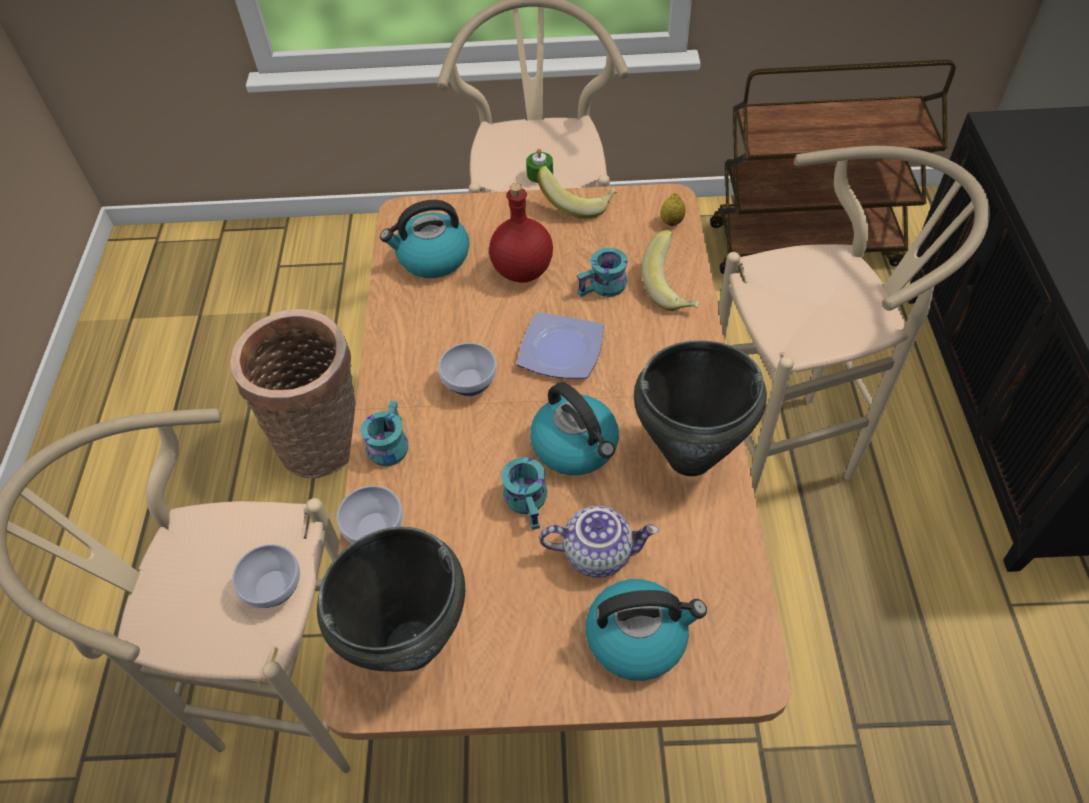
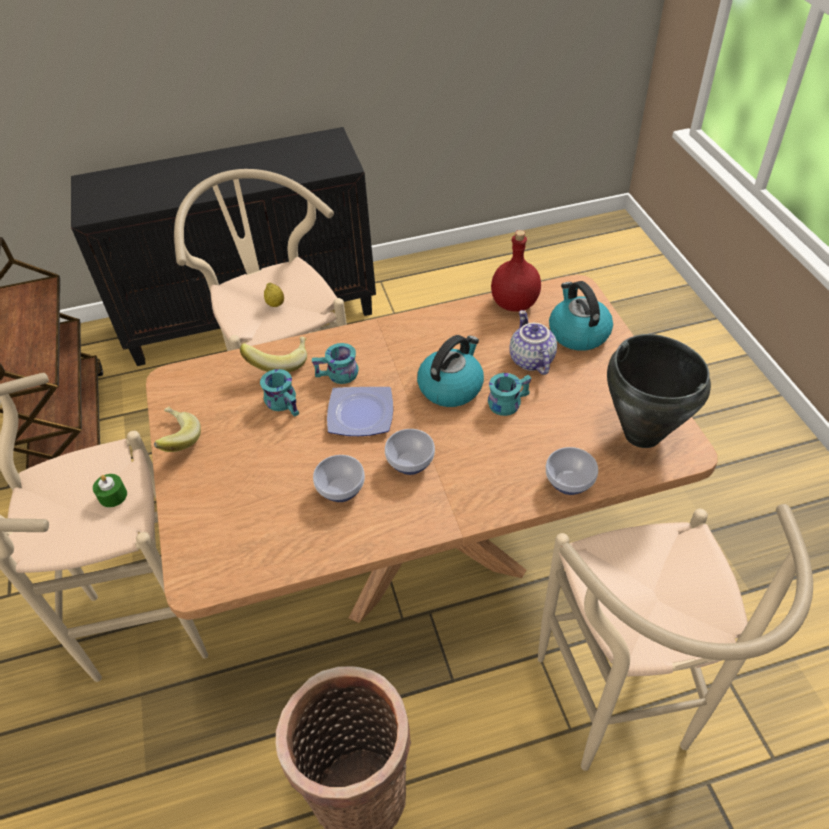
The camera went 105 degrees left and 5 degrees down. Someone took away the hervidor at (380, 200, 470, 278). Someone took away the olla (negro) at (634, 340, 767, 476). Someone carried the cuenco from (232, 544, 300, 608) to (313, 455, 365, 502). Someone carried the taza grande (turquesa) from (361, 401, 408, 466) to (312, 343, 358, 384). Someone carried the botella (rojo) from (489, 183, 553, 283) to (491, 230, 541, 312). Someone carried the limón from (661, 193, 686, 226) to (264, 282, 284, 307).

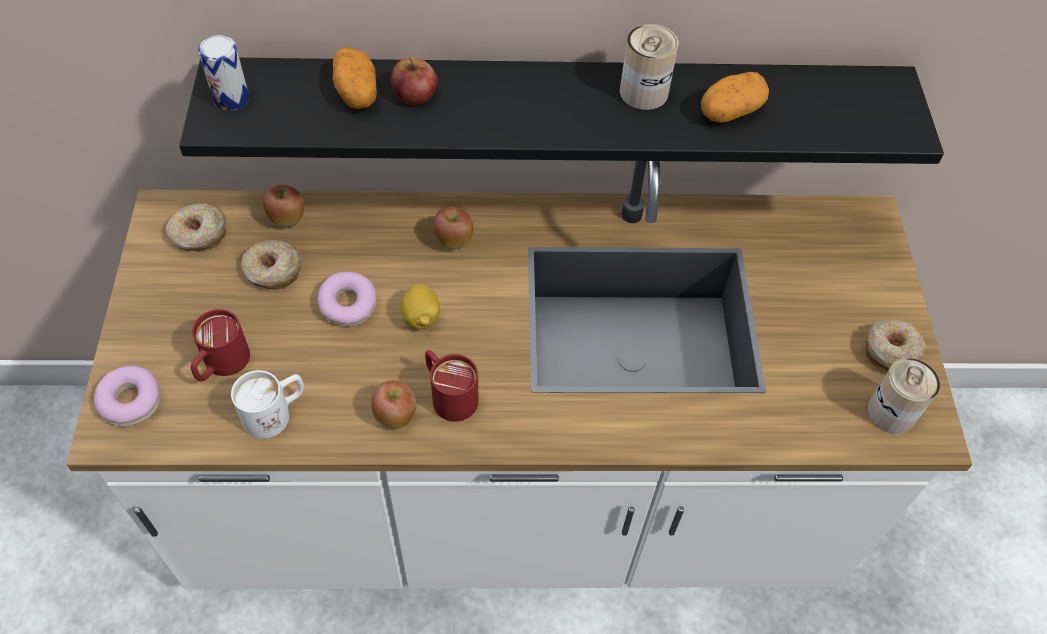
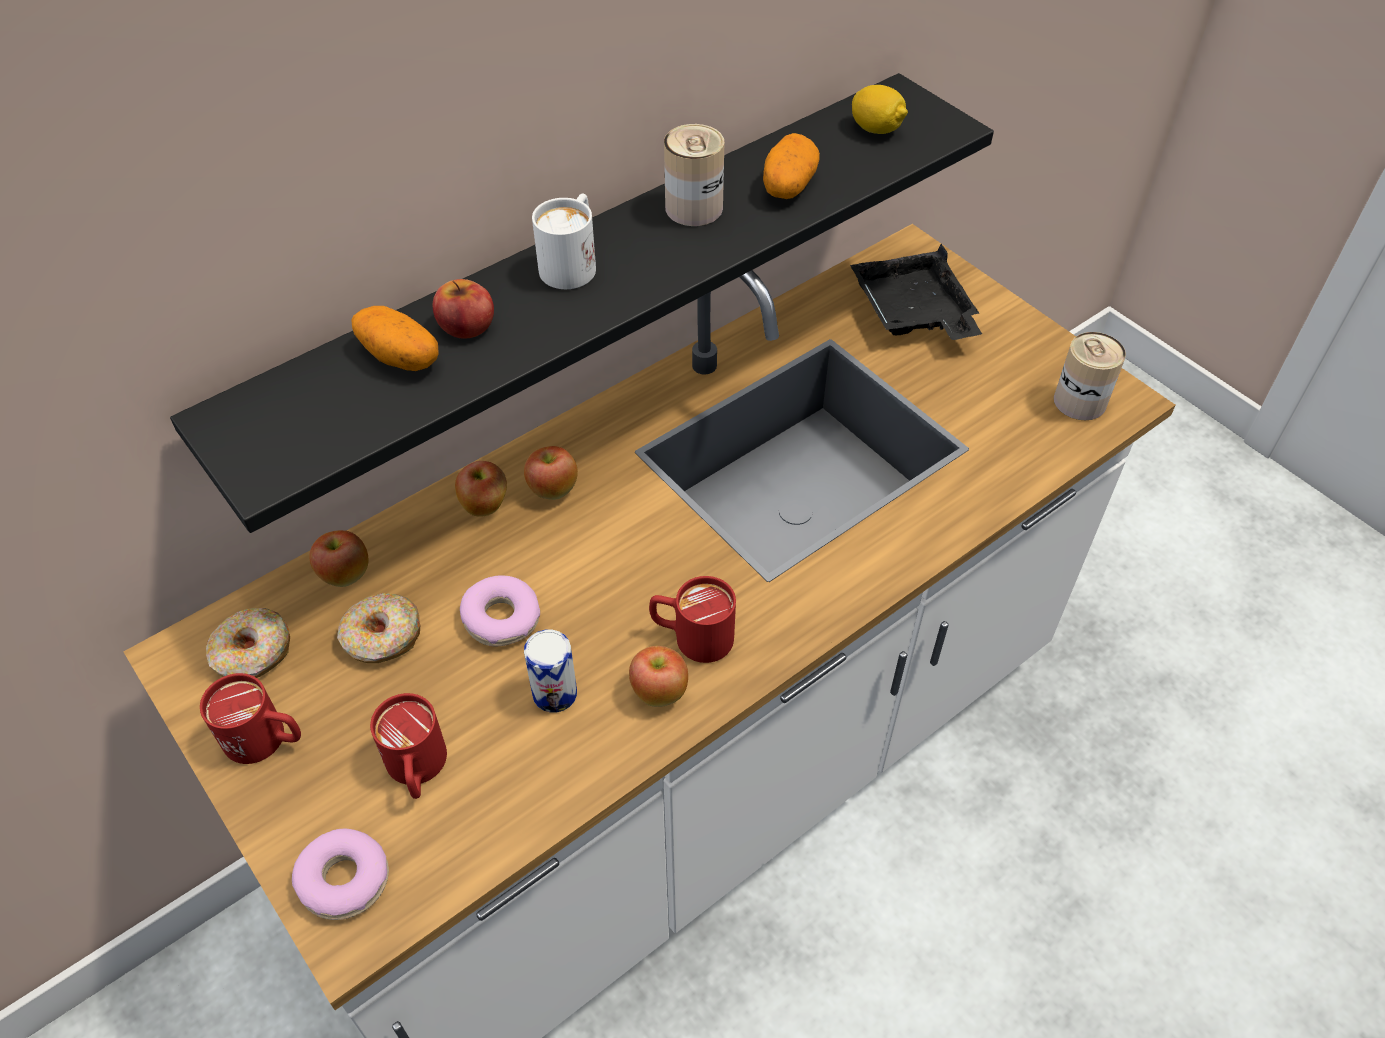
The camera went 35 degrees left and 5 degrees down. Someone took away the rosquilla at (865, 320, 926, 373). Someone put down the taza grande (rojo) at (200, 673, 301, 764). Someone put down the manzana at (455, 461, 507, 517). Someone put down the bandeja (negro) at (850, 243, 982, 340). Someone carried the lata from (198, 35, 249, 111) to (524, 630, 577, 713). Someone carried the taza grande (blanco) from (231, 370, 304, 439) to (532, 194, 596, 289). Someone carried the limón from (400, 284, 440, 329) to (852, 85, 908, 134).

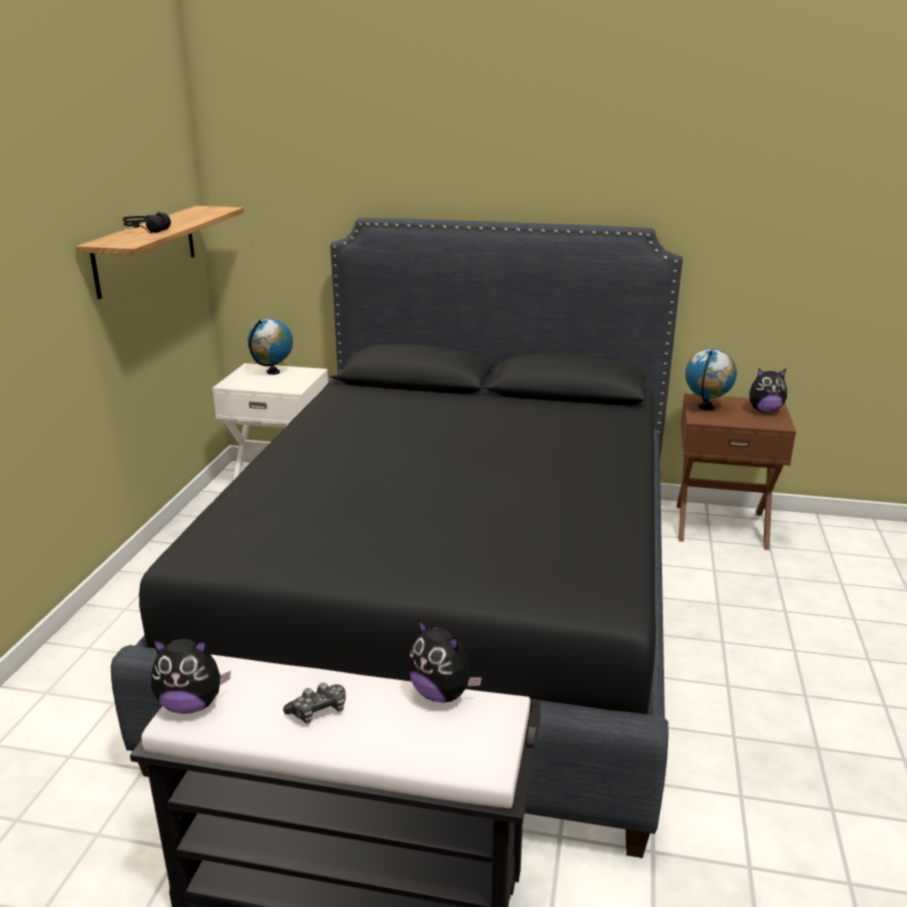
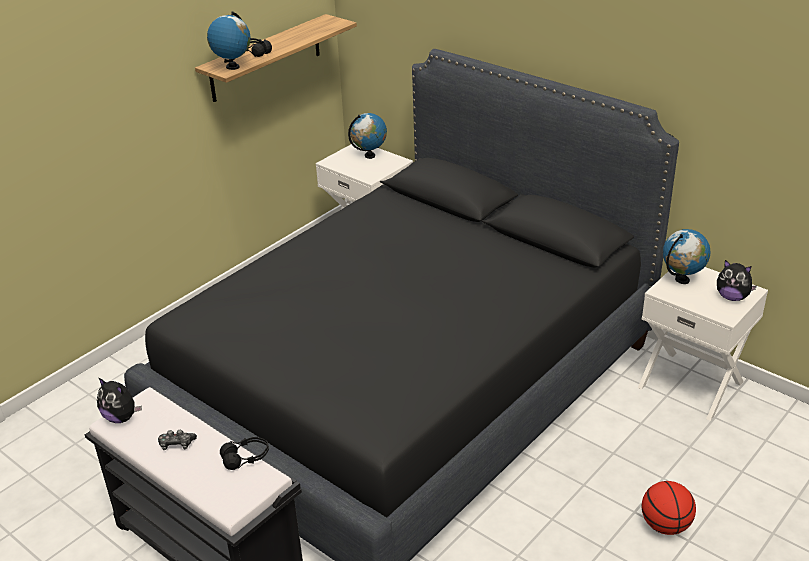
The camera went 30 degrees right and 10 degrees up. Someone put down the globo terráqueo at (207, 12, 251, 70). Someone put down the balón de baloncesto at (642, 481, 696, 535). Someone swapped the peluche at (408, 618, 482, 703) for the auriculares (negro) at (220, 437, 269, 470). Someone repainted the mesita de noche (marrón) at (677, 394, 796, 550), which became the mesita de noche (blanco) at (638, 267, 768, 421).

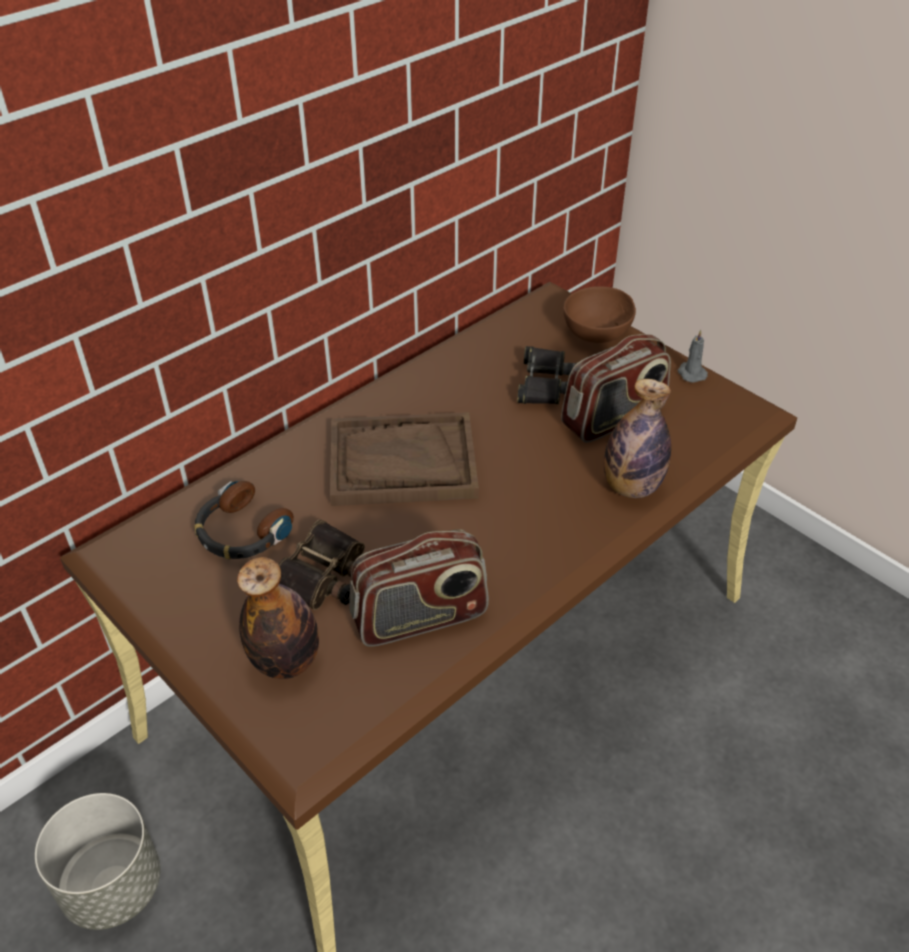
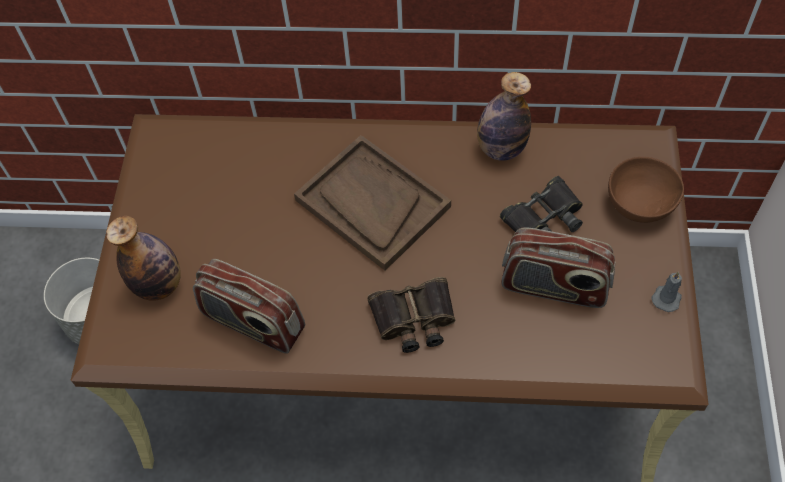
The camera went 50 degrees right and 15 degrees up. Someone took away the auriculares at (194, 481, 294, 560). Someone carried the prismáticos from (278, 520, 365, 610) to (367, 277, 455, 353). Someone carried the botella from (604, 379, 671, 498) to (477, 72, 531, 161).

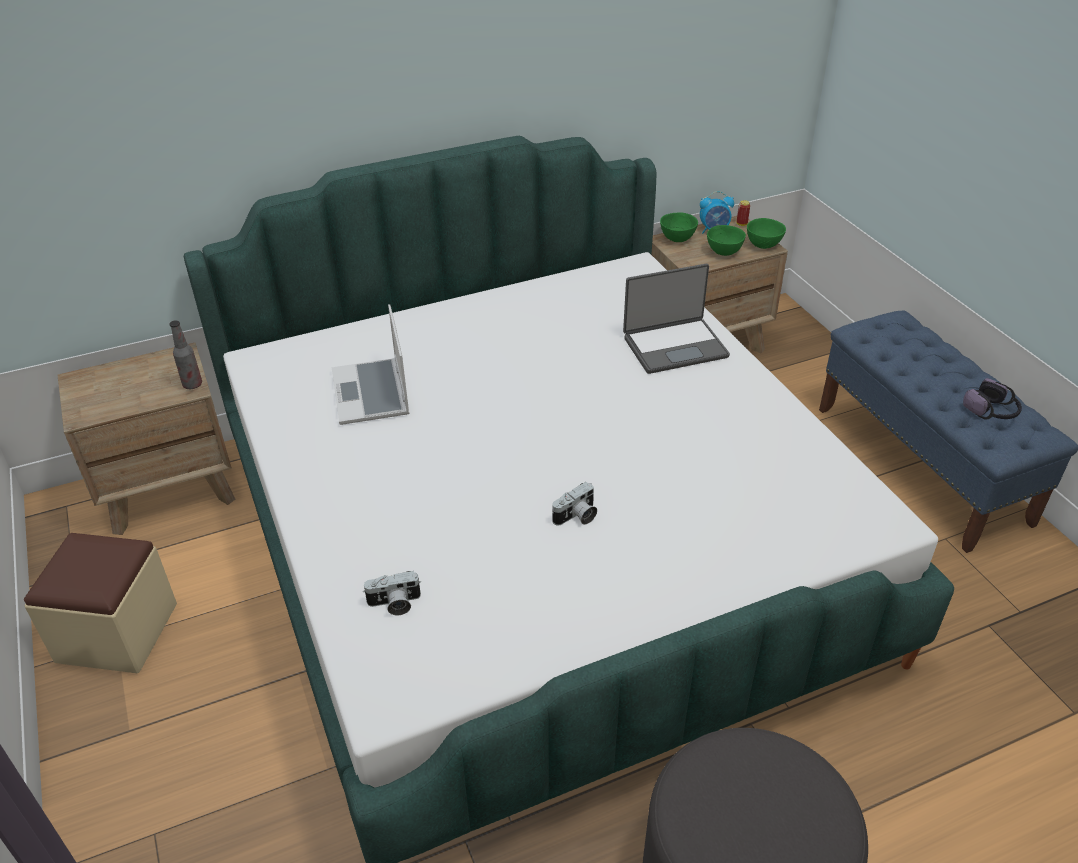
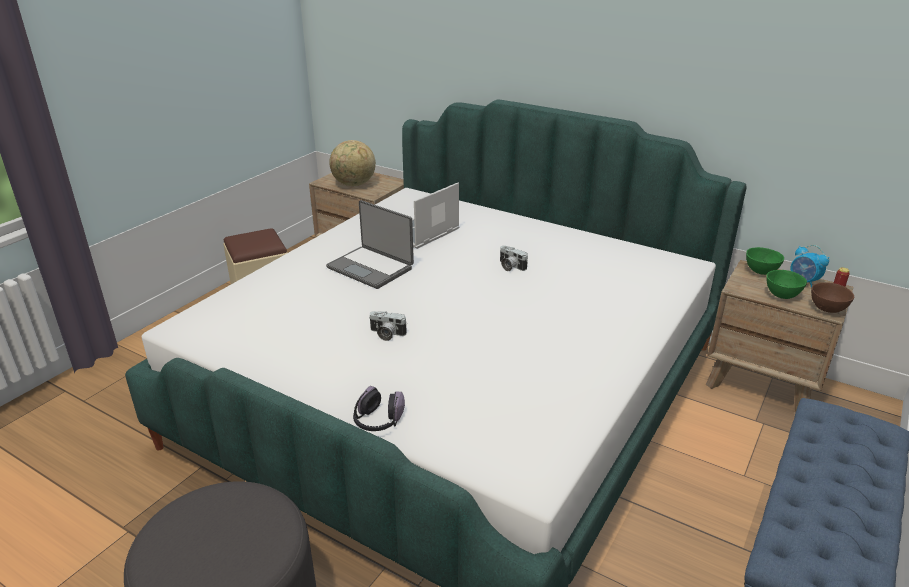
The camera went 55 degrees right and 10 degrees down. Someone took away the botella at (170, 320, 202, 389). Someone put down the globo terráqueo at (329, 140, 376, 186). Someone carried the cámara from (364, 571, 421, 616) to (500, 245, 528, 271). Someone carried the portátil from (623, 264, 730, 374) to (326, 200, 414, 289). Someone carried the auriculares from (963, 378, 1022, 419) to (353, 386, 405, 431). Someone repainted the cuenco (verde) at (747, 218, 786, 249), which became the cuenco (marrón) at (811, 282, 854, 313).

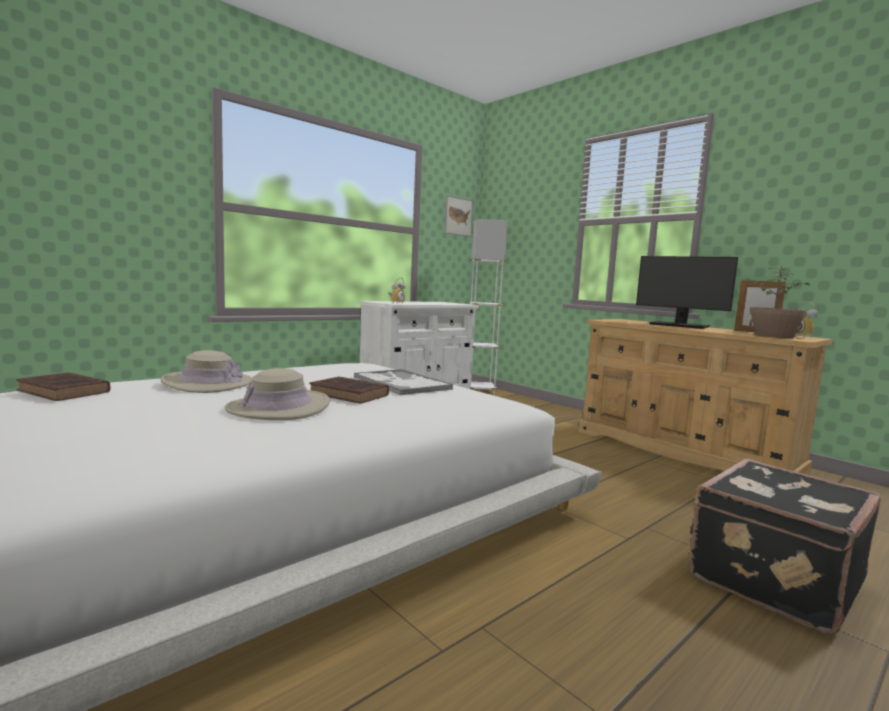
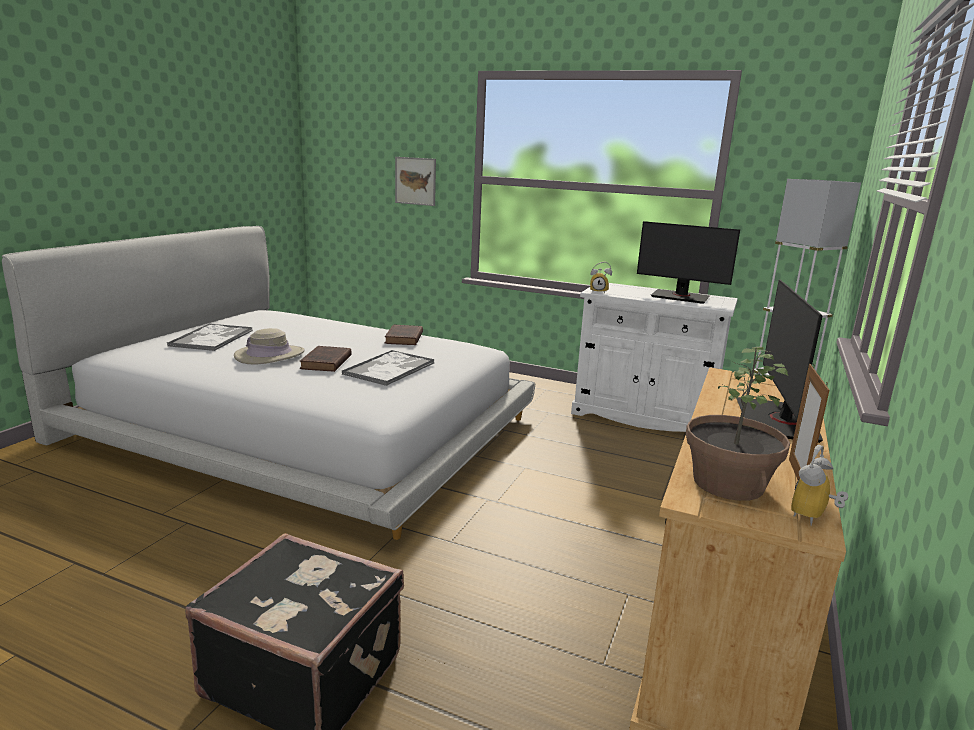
The camera went 65 degrees right and 10 degrees up. Someone took away the sombrero (beis) at (161, 350, 252, 393). Someone put down the bandeja at (167, 323, 253, 351). Someone put down the monitor at (637, 221, 740, 304). Someone carried the libro (marrón) from (16, 372, 110, 401) to (385, 325, 423, 345). Someone carried the cuadro from (444, 195, 473, 237) to (395, 157, 436, 206).

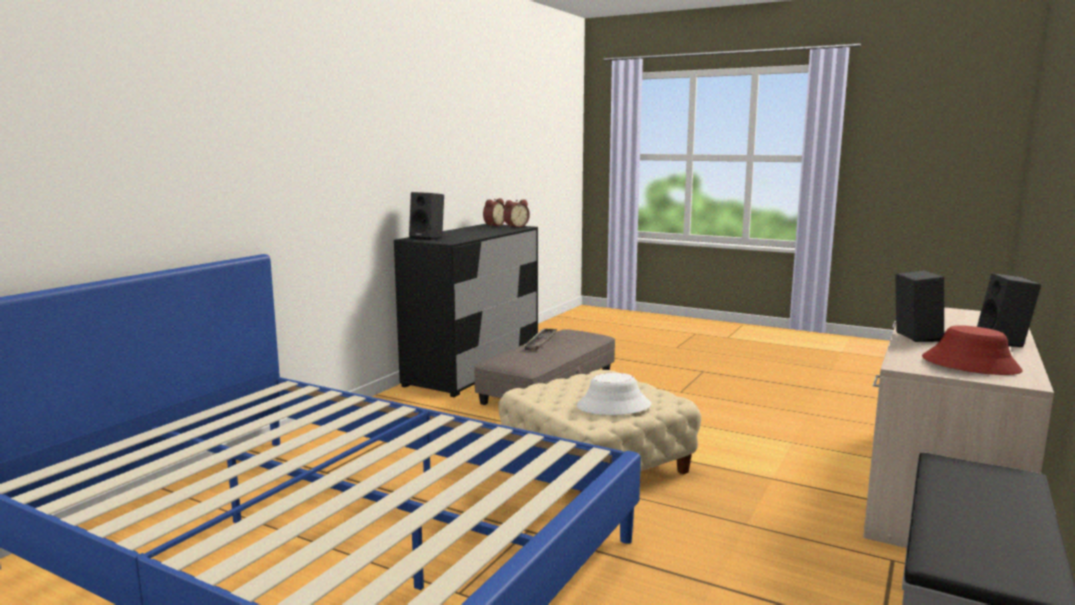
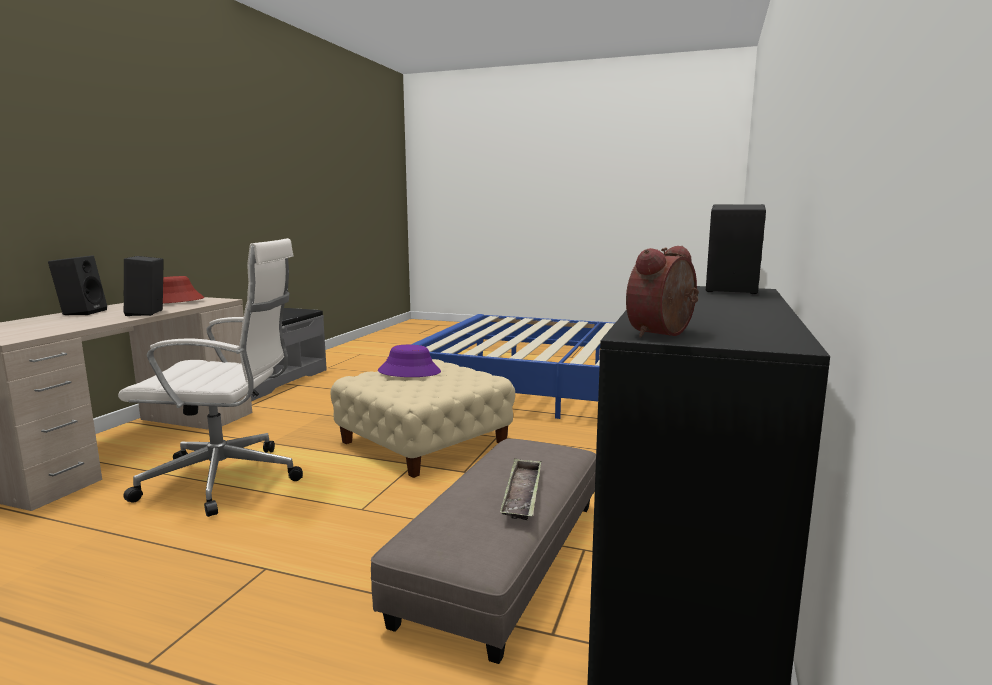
The camera went 170 degrees right and 0 degrees up. Someone took away the despertador at (483, 198, 505, 227). Someone put down the silla de oficina (blanco) at (118, 238, 303, 517). Someone repainted the sombrero (blanco) at (577, 373, 651, 415), which became the sombrero (morado) at (378, 345, 441, 377).

